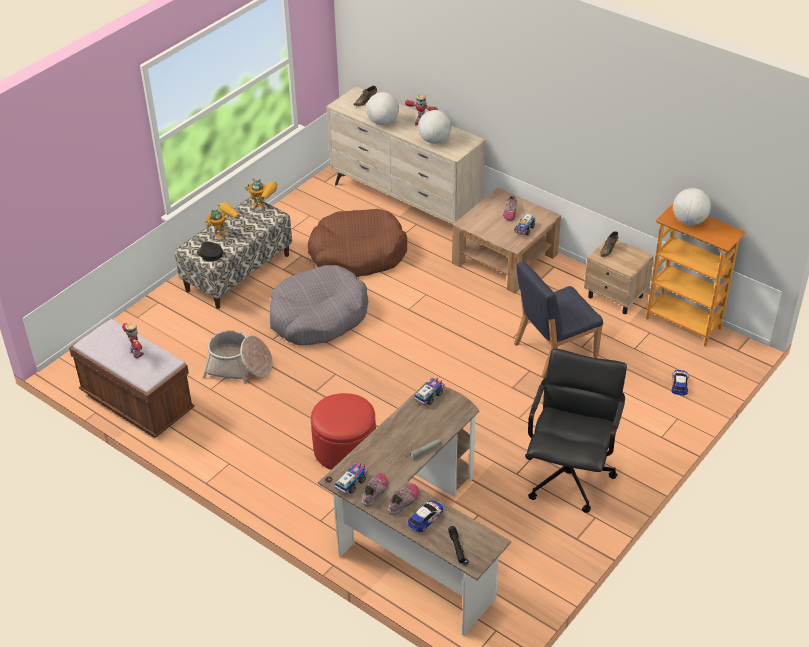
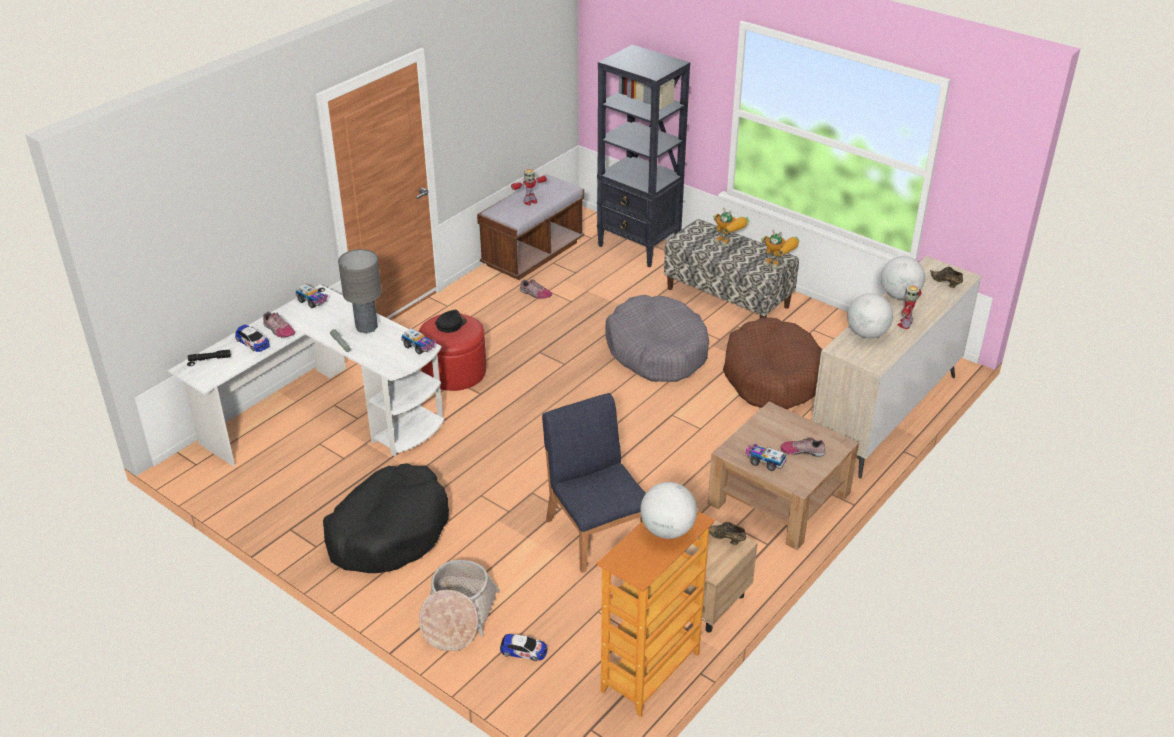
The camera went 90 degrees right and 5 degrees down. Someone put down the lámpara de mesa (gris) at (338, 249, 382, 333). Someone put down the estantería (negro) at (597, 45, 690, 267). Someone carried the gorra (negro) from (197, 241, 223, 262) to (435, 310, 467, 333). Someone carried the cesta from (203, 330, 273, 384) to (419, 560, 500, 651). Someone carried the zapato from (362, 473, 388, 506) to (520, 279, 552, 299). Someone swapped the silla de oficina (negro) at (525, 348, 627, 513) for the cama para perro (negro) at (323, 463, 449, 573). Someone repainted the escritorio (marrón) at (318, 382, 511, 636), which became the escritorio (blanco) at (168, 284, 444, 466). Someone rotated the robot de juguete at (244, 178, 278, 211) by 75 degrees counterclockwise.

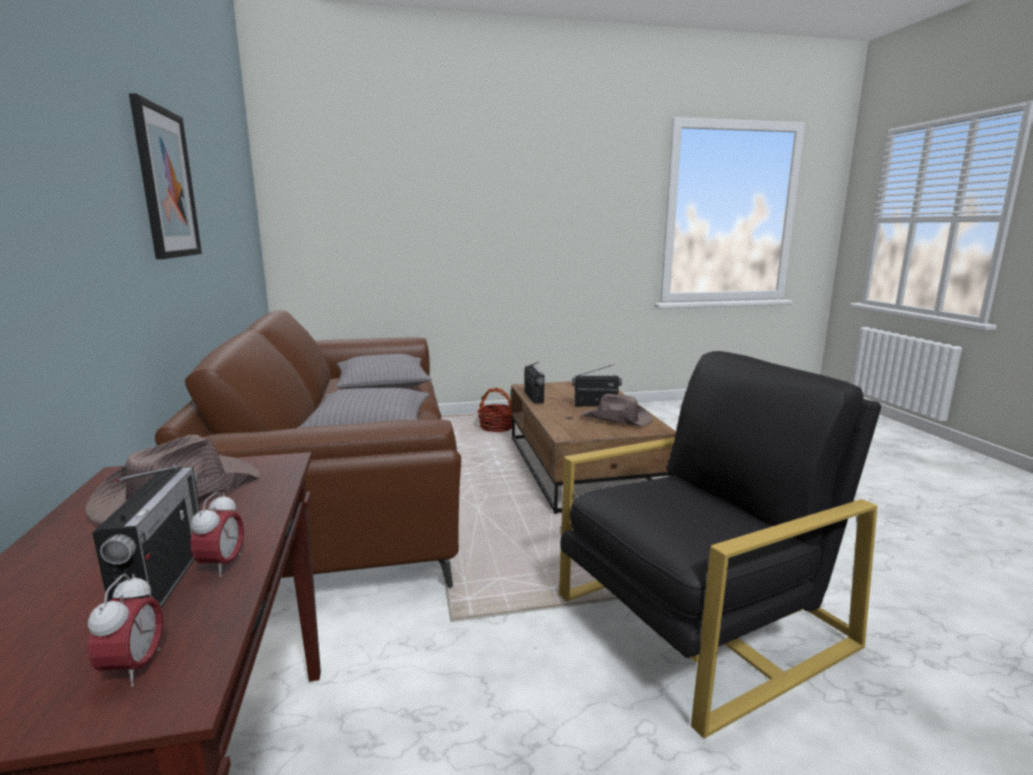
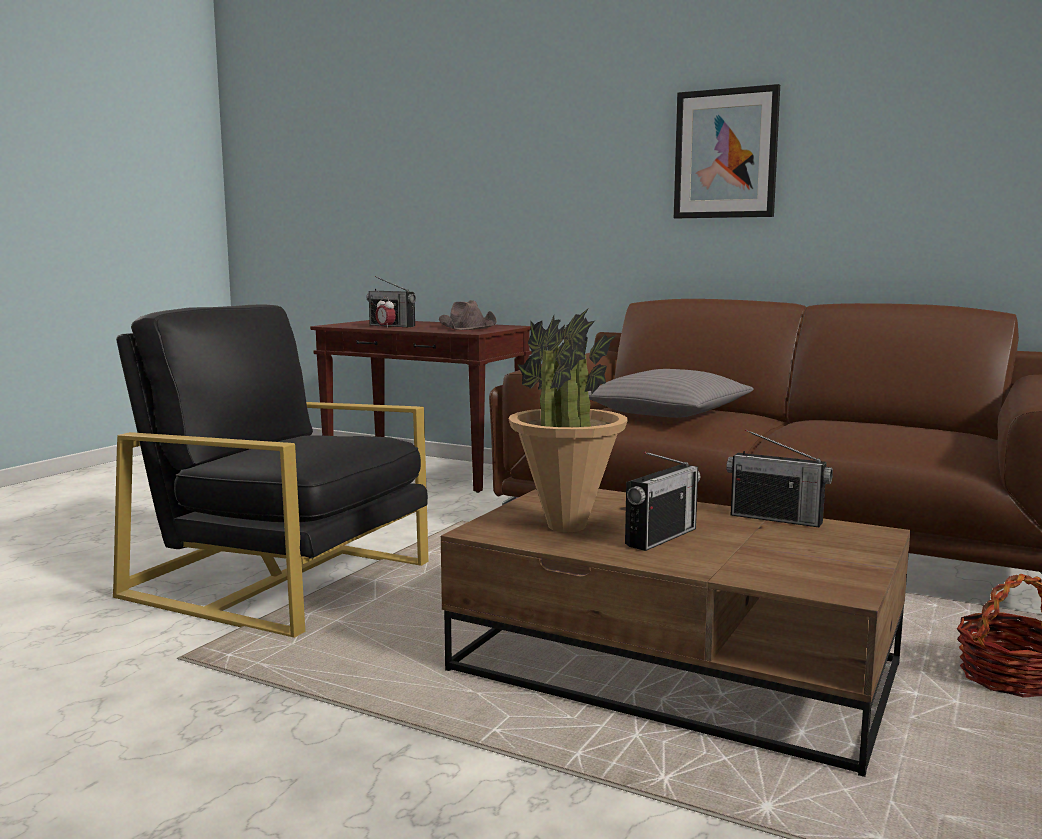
The camera went 130 degrees right and 5 degrees down. Someone took away the despertador at (88, 574, 163, 687). Someone took away the cojín (gris) at (336, 354, 432, 389). Someone swapped the sombrero (marrón) at (582, 394, 653, 426) for the planta en maceta at (508, 308, 628, 532). Someone rotated the sillón (negro) at (559, 351, 881, 739) by 105 degrees clockwise.

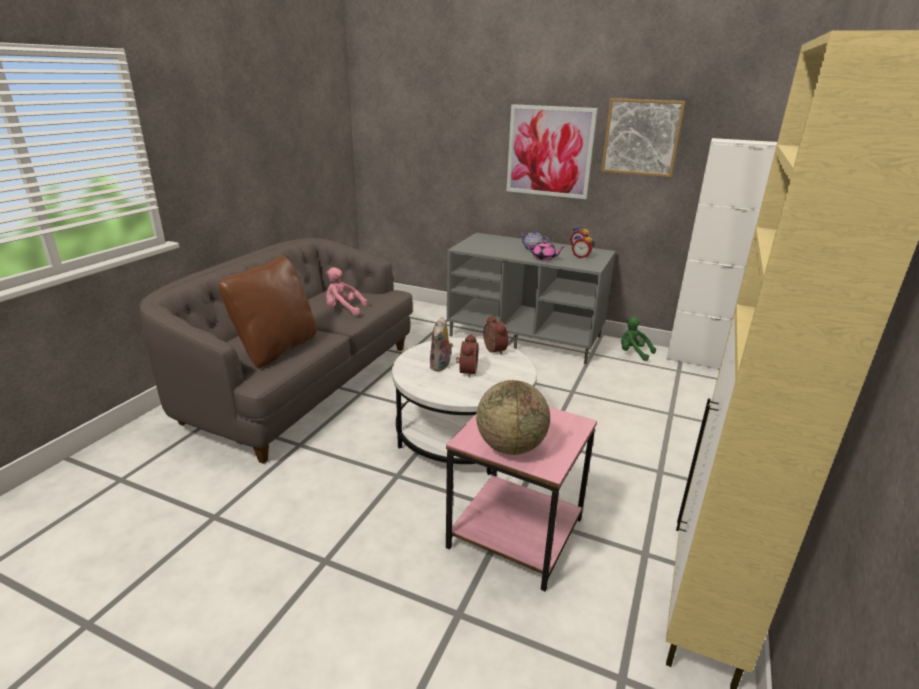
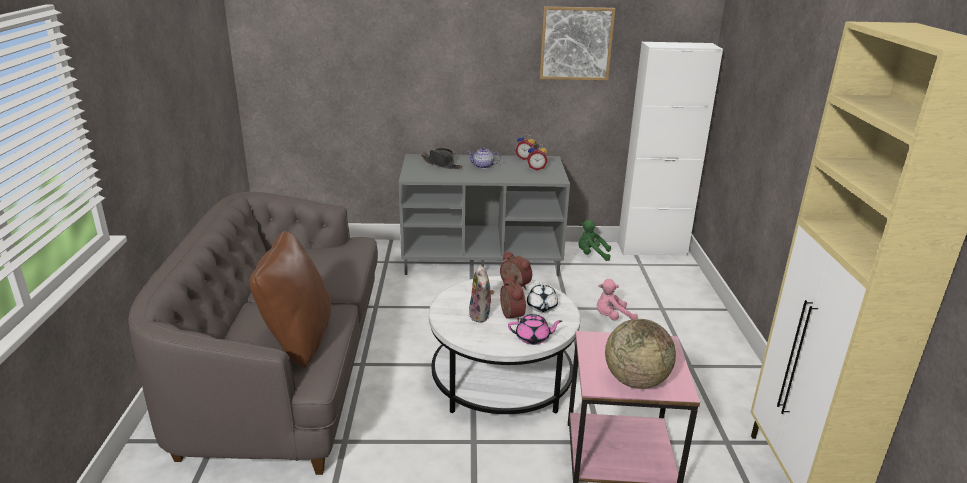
The camera went 25 degrees left and 0 degrees up. Someone took away the cuadro at (506, 104, 597, 199). Someone put down the sombrero (negro) at (421, 148, 462, 169). Someone put down the tetera (blanco) at (527, 282, 558, 312). Someone carried the peluche (rosa) from (326, 267, 368, 316) to (597, 279, 638, 320). Someone carried the tetera (rosa) from (528, 240, 564, 261) to (508, 314, 562, 345).

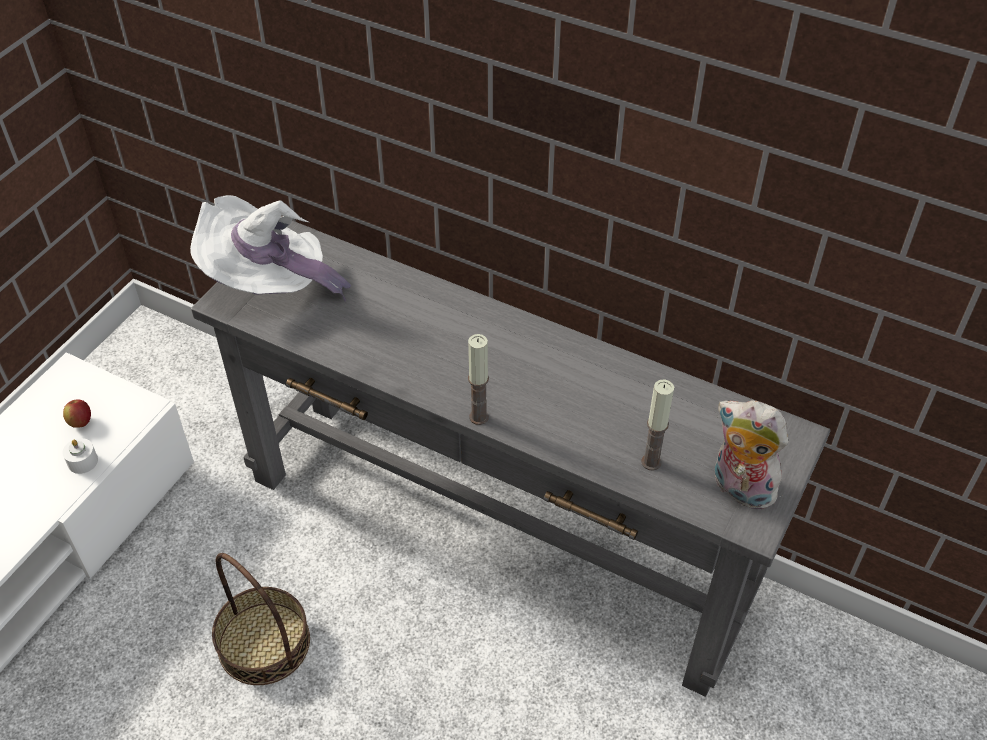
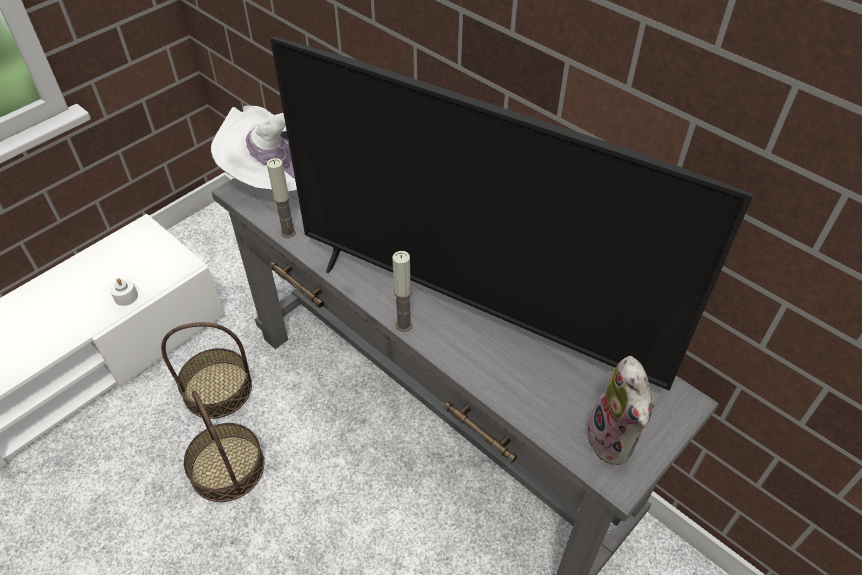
The camera went 15 degrees right and 0 degrees up. Someone took away the manzana at (63, 399, 91, 428). Someone put down the cesta at (161, 322, 252, 419). Someone put down the televisor at (270, 36, 753, 391). Someone carried the vela from (641, 379, 674, 471) to (267, 158, 296, 238). Someone rotated the peluche at (715, 400, 788, 509) by 150 degrees counterclockwise.

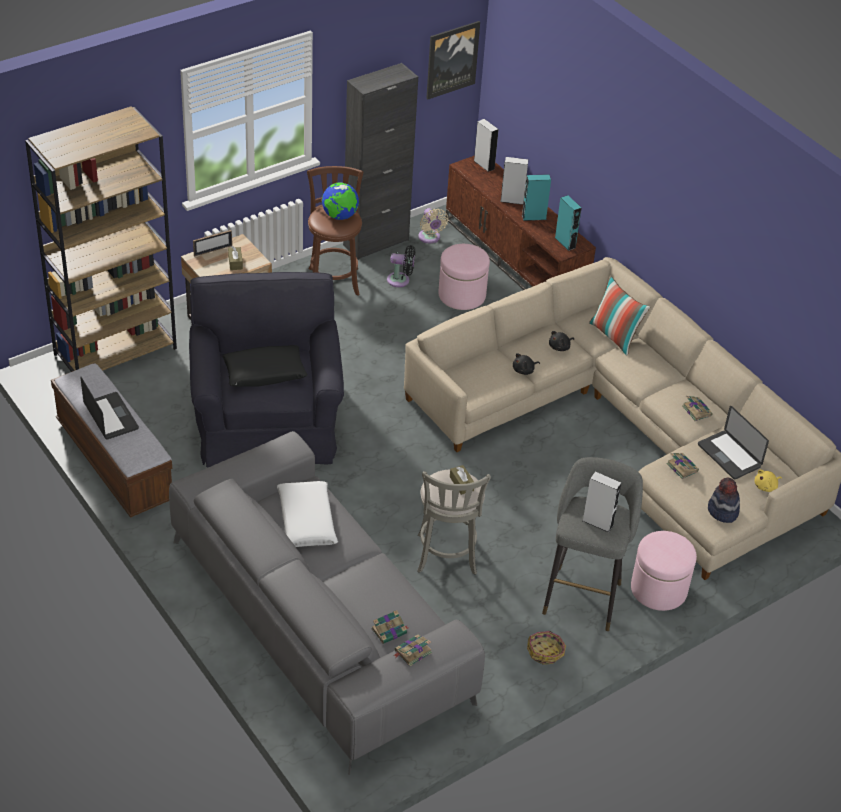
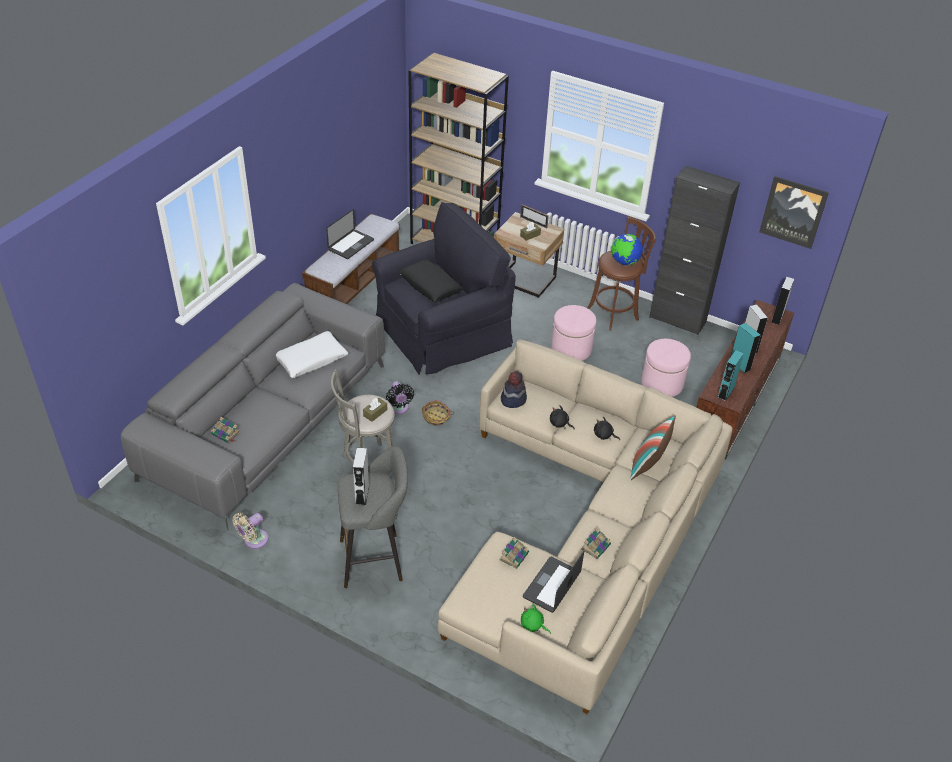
The camera went 65 degrees right and 0 degrees up. Someone took away the libro at (393, 635, 432, 667). Someone carried the ventilador (negro) from (387, 245, 415, 287) to (386, 381, 414, 414). Someone carried the ventilador (beis) from (418, 208, 448, 244) to (233, 513, 269, 549). Someone carried the cesta from (527, 631, 566, 665) to (422, 400, 453, 426). Someone carried the puf (rosa) from (631, 531, 697, 611) to (551, 305, 596, 361). Someone carried the sombrero from (708, 477, 740, 523) to (501, 371, 527, 408). Someone repainted the peluche (amarillo) at (754, 470, 782, 492), which became the peluche (verde) at (521, 604, 551, 634).

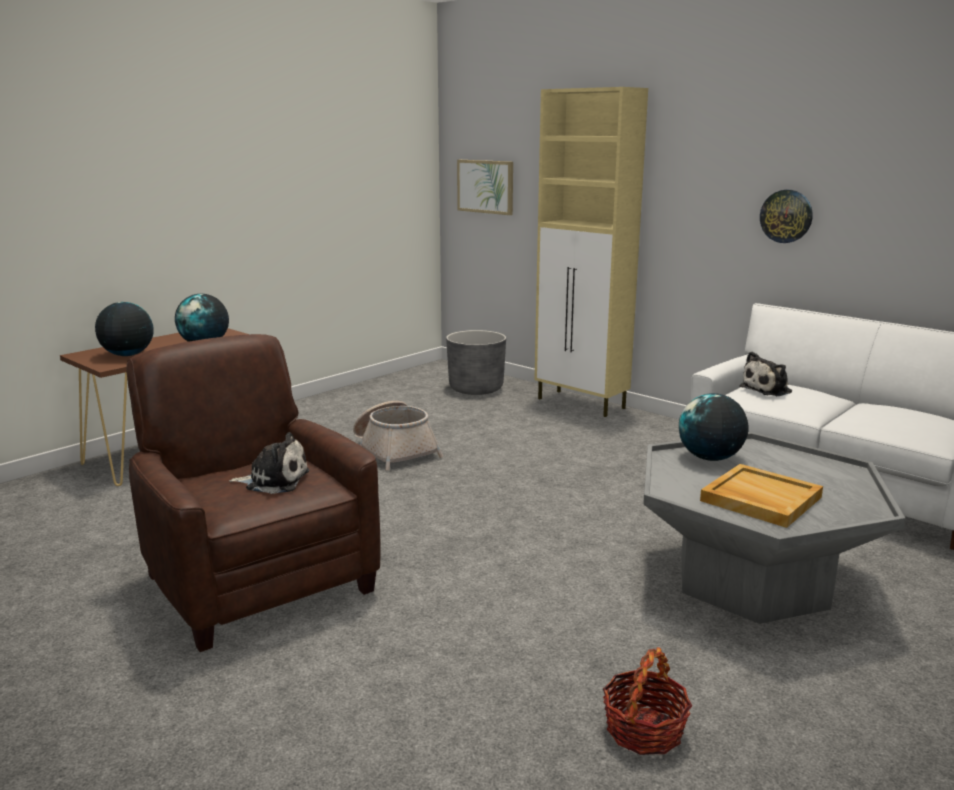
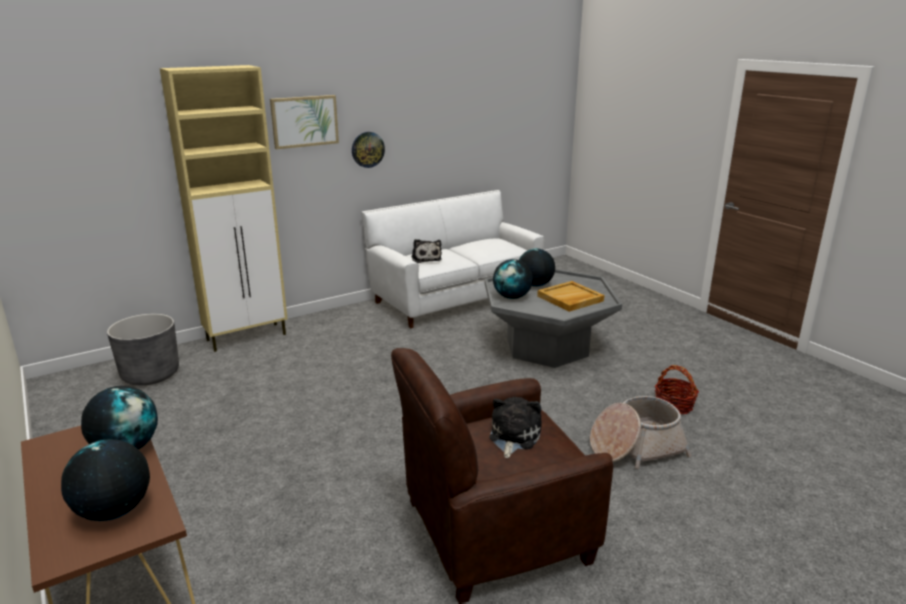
The camera went 75 degrees left and 5 degrees up. Someone put down the globo terráqueo at (519, 249, 555, 287). Someone carried the cesta from (353, 401, 443, 471) to (590, 396, 691, 469). Someone carried the cuadro from (457, 160, 513, 215) to (270, 95, 339, 149).

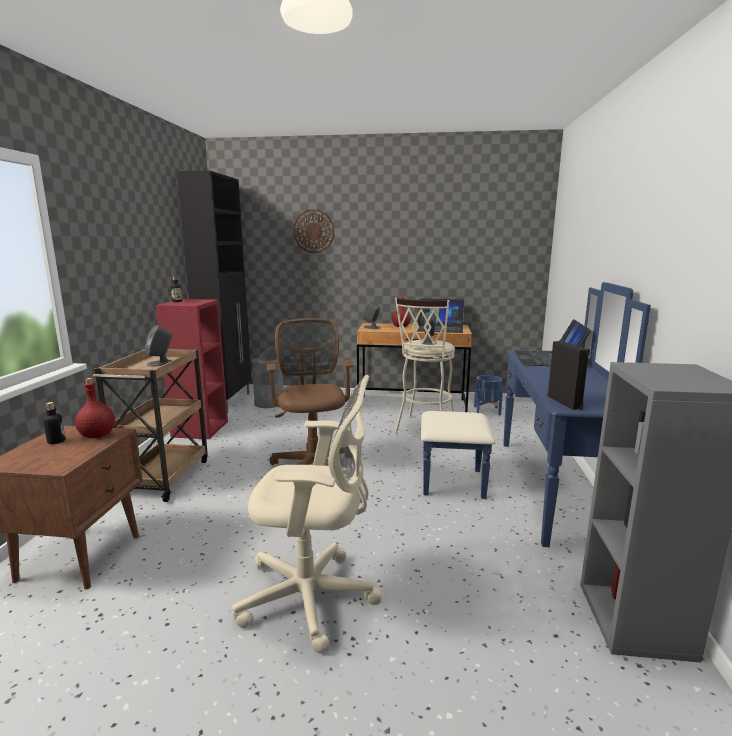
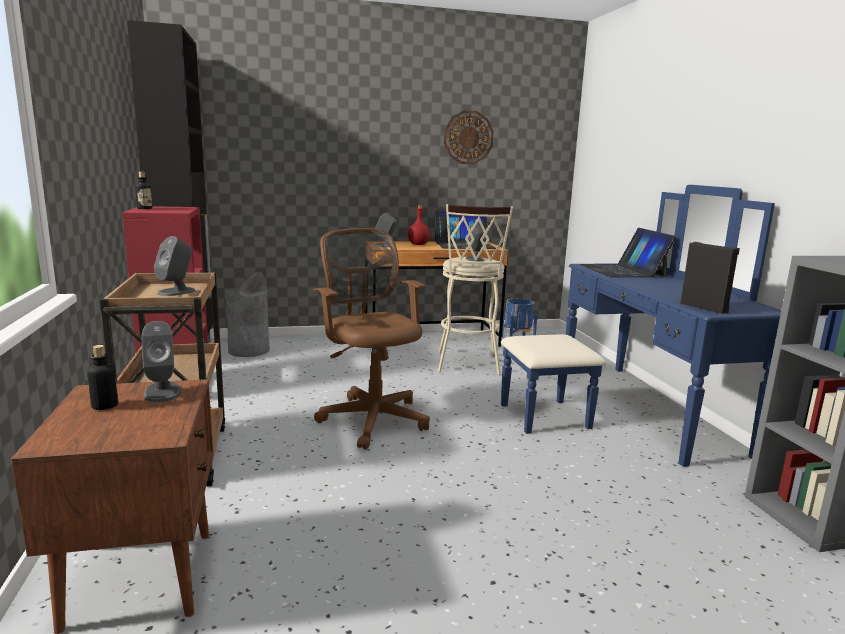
The camera went 20 degrees left and 0 degrees up. Someone took away the silla de oficina (beis) at (232, 375, 382, 654). Someone carried the reloj de pared from (293, 209, 335, 253) to (444, 110, 494, 164). Someone swapped the botella (rojo) at (75, 378, 115, 438) for the altavoz (gris) at (141, 321, 181, 402).

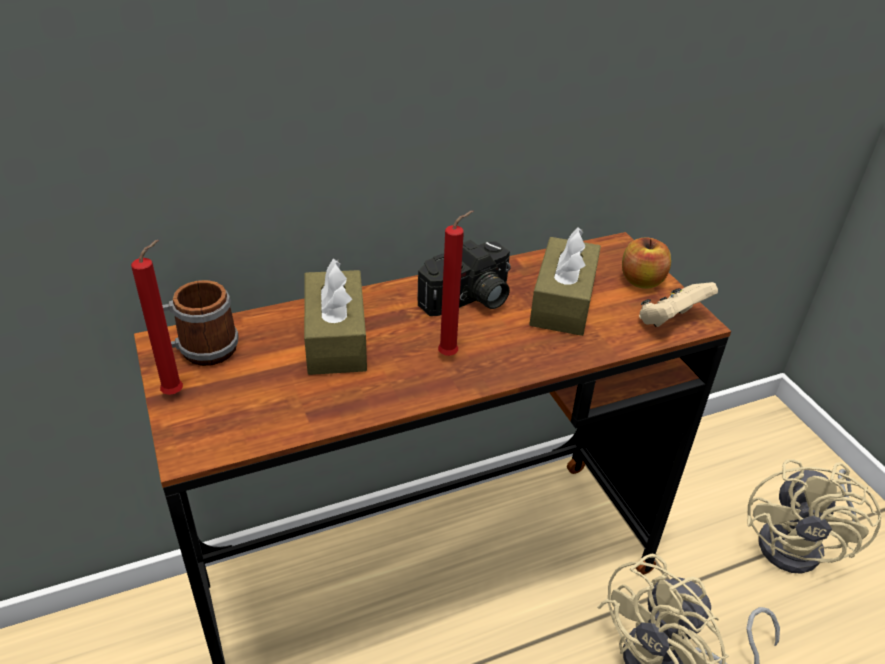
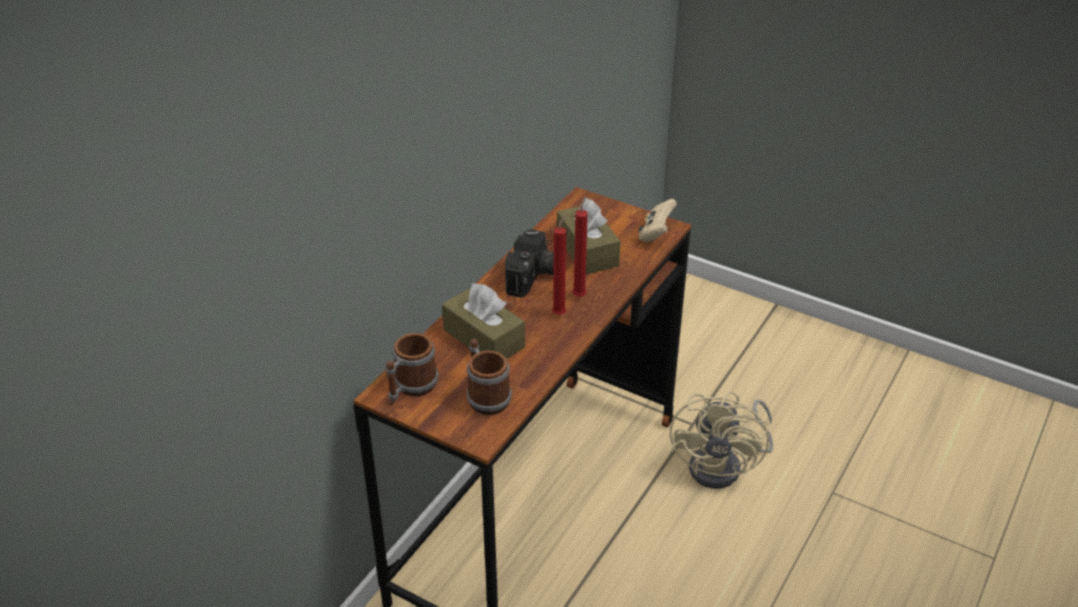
The camera went 35 degrees left and 0 degrees up. Someone took away the manzana at (622, 237, 671, 289). Someone took away the ventilador (beis) at (747, 459, 882, 574). Someone put down the taza grande at (466, 339, 512, 415). Someone carried the vela (rojo) from (131, 240, 183, 395) to (572, 196, 588, 297).

